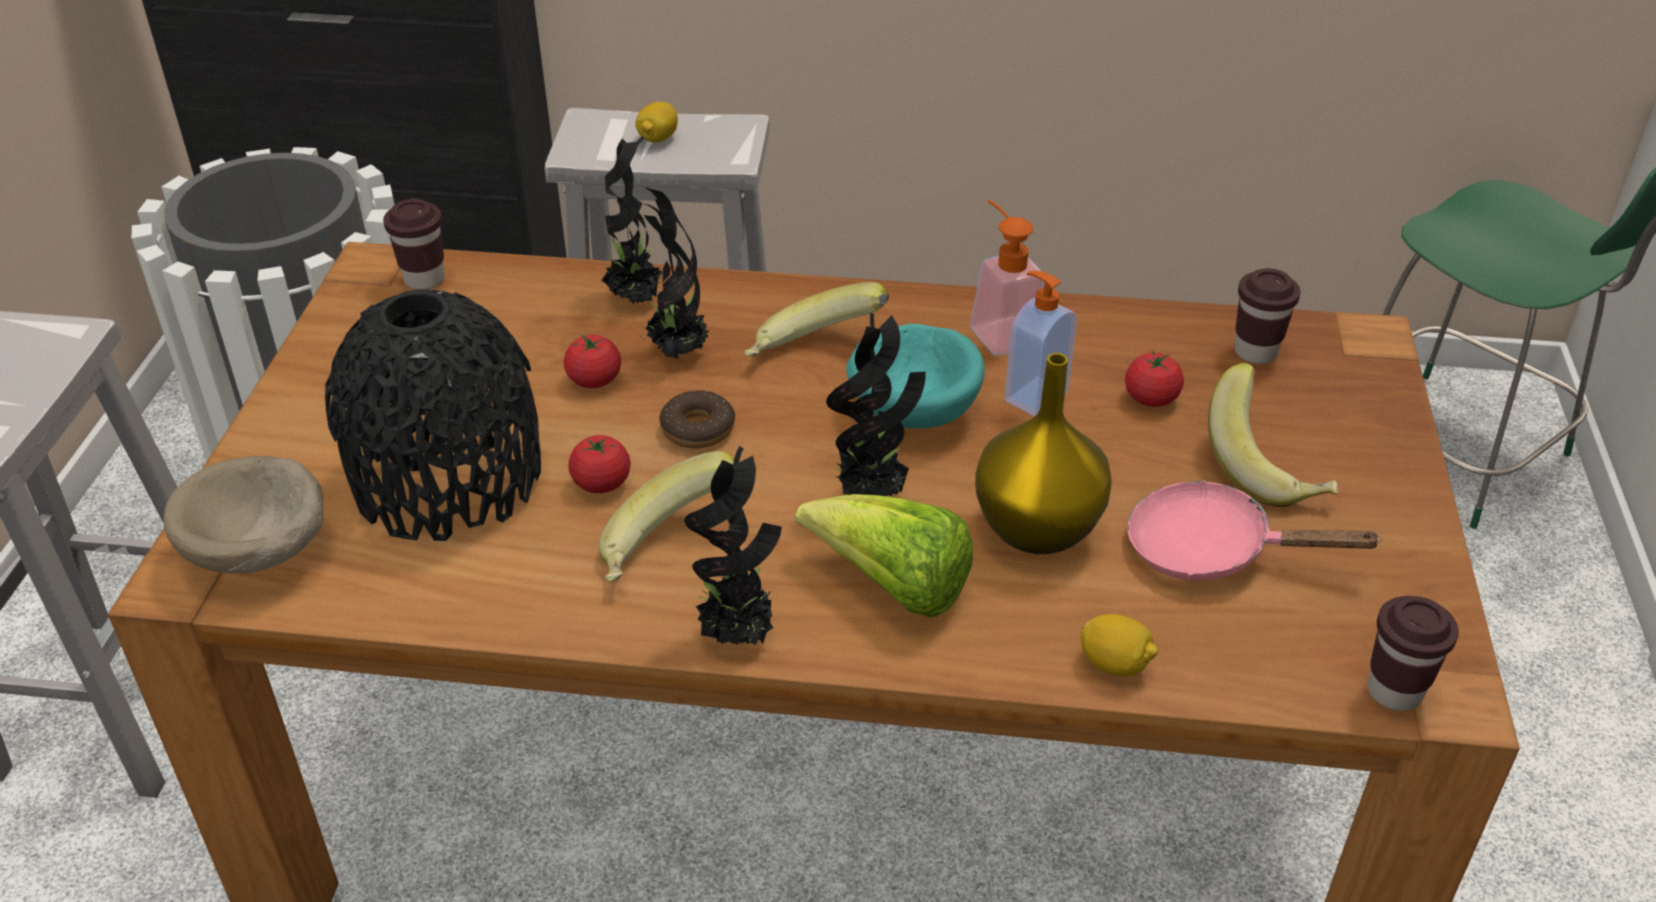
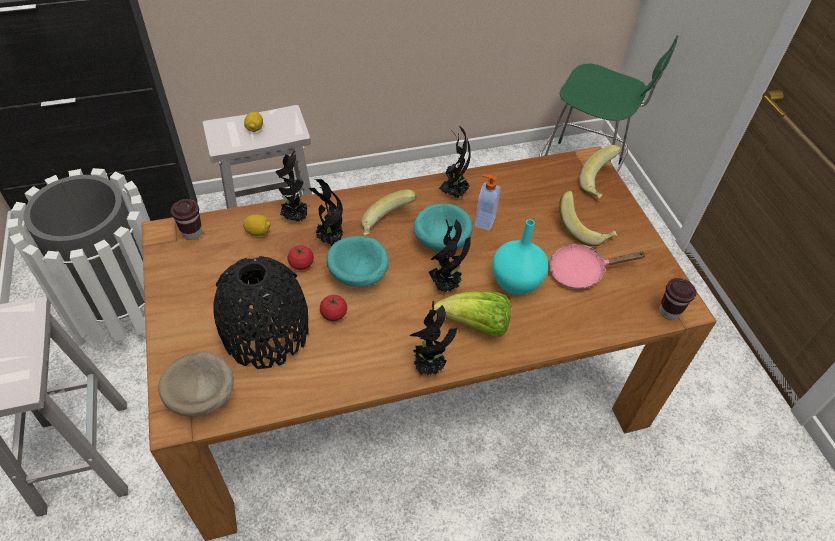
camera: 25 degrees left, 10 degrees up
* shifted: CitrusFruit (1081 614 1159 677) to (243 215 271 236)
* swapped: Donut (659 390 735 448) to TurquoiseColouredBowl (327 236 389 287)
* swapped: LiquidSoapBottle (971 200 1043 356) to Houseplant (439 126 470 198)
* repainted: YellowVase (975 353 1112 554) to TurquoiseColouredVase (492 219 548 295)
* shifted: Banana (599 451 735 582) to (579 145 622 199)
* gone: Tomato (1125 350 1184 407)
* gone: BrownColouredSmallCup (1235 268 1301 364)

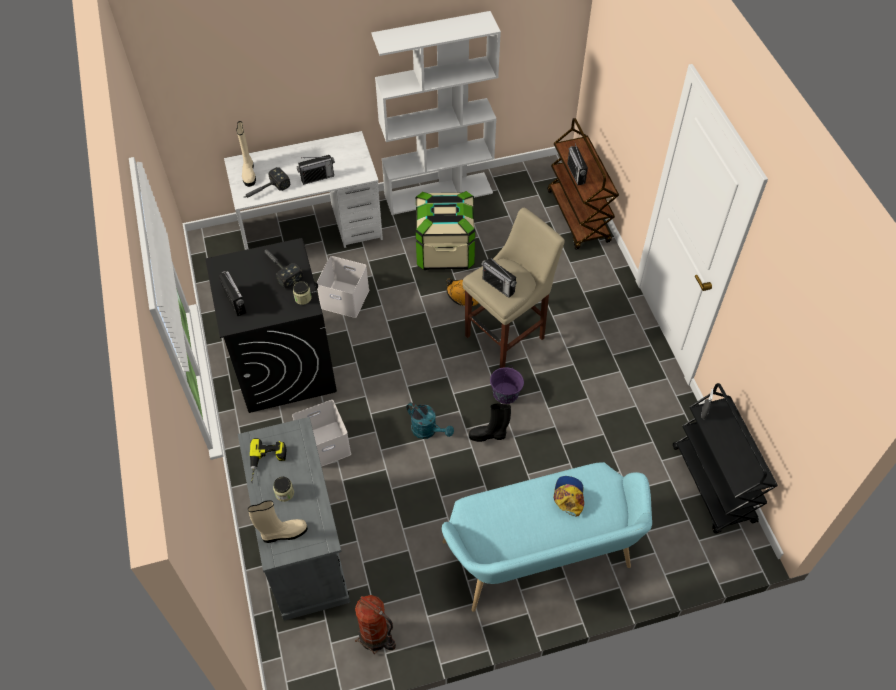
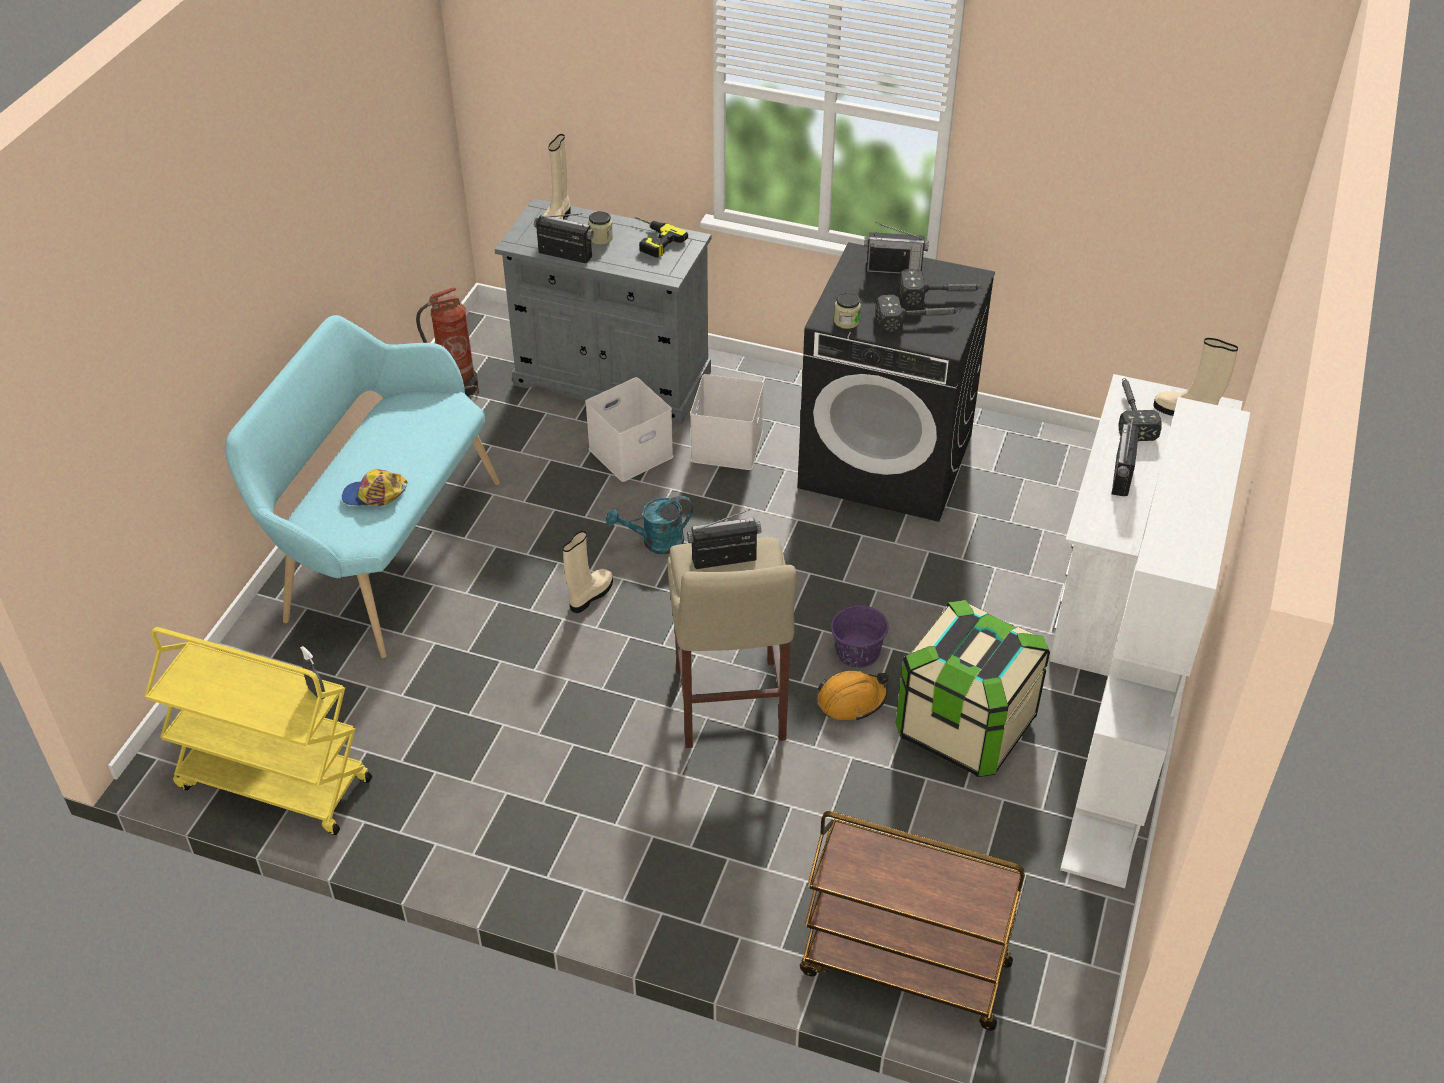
camera: 125 degrees right, 10 degrees down
* repainted: BlackCart (673 383 778 534) to YellowCart (144 627 372 835)
* rotated: PeakedCap (553 476 584 517) = (342 469 407 506) 135 degrees clockwise
* shifted: RadioSet (567 144 588 185) to (534 213 594 263)
* repainted: BlackTallBoot (469 403 511 442) to BeigeColouredTallBoot (563 531 613 613)
* shifted: WhiteStorageContainer (316 256 369 318) to (585 377 673 482)
* shifted: PurplishWaterBucket (490 365 524 404) to (831 599 889 668)
* new: Hammer (899 269 983 307)

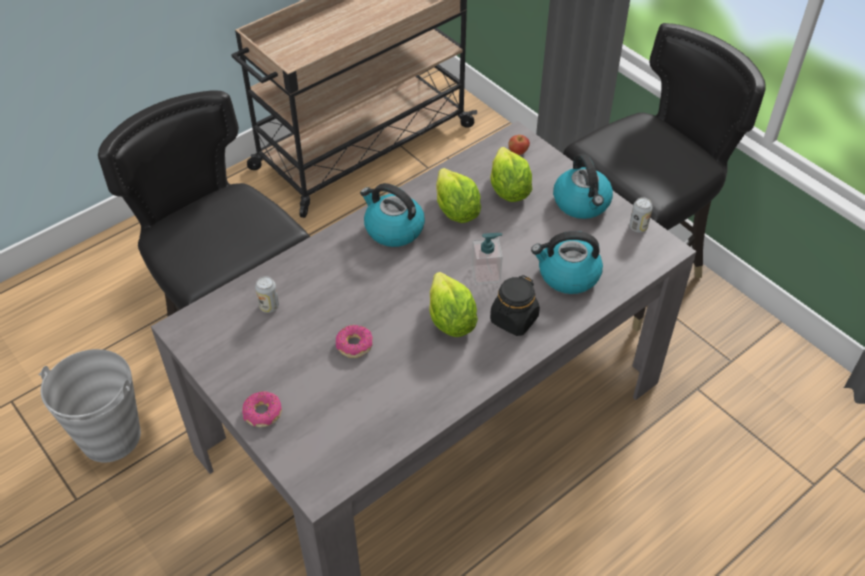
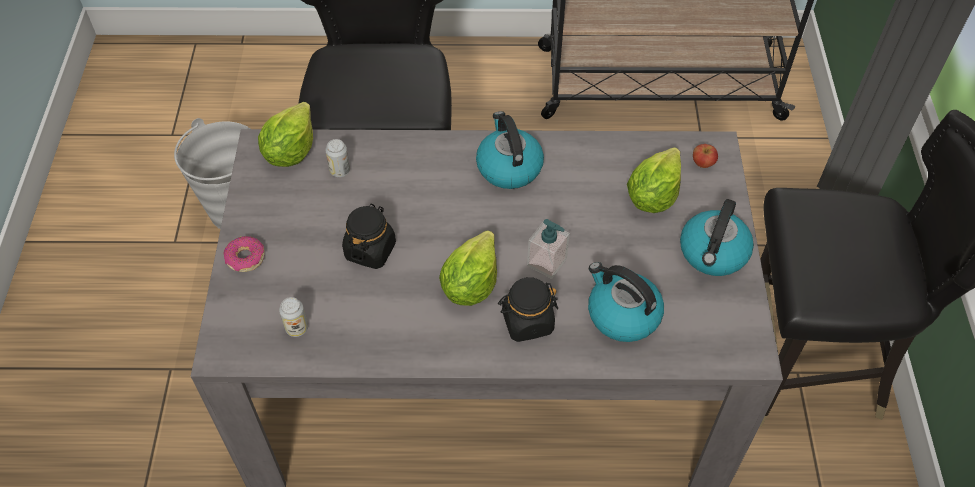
camera: 40 degrees right, 5 degrees up
* shifted: Lettuce (436 168 481 223) to (258 102 313 167)
* shifted: MetalCan (629 197 653 233) to (279 297 308 337)
* swapped: Donut (336 325 373 358) to BlackJar (342 204 396 269)

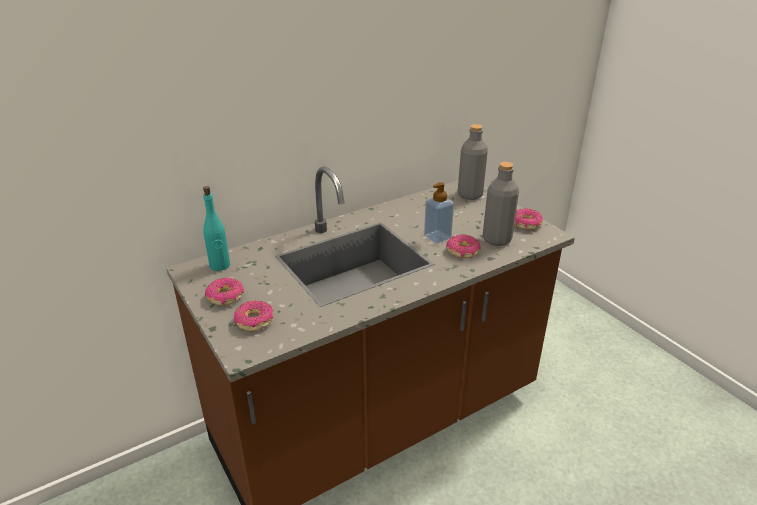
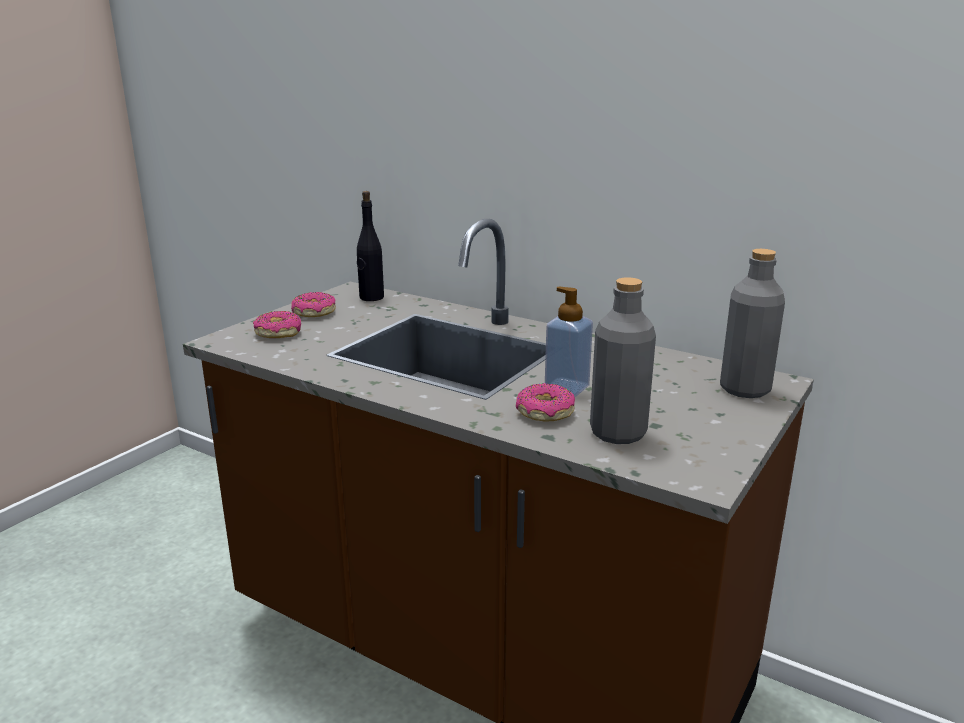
camera: 65 degrees right, 10 degrees down
* repainted: TurquoiseColouredDrinkBottle (203 186 230 271) to BlackDrinkBottle (357 191 384 301)
* gone: Donut (514 208 543 229)

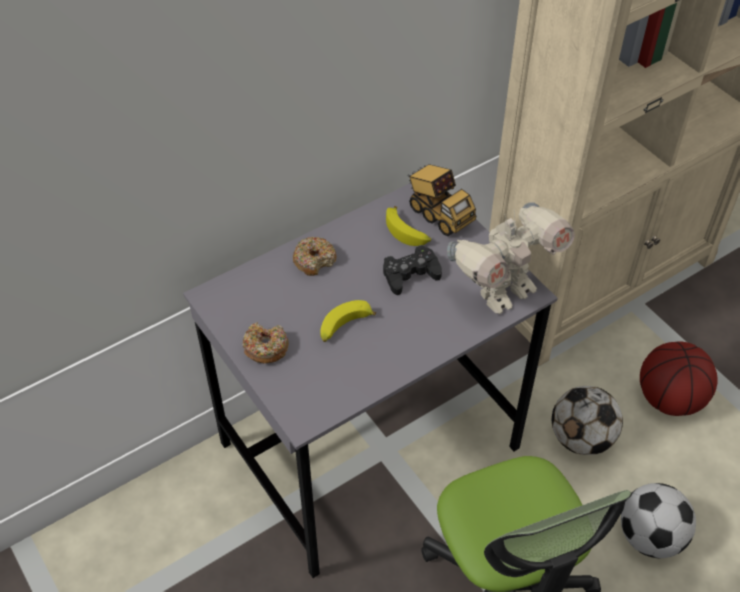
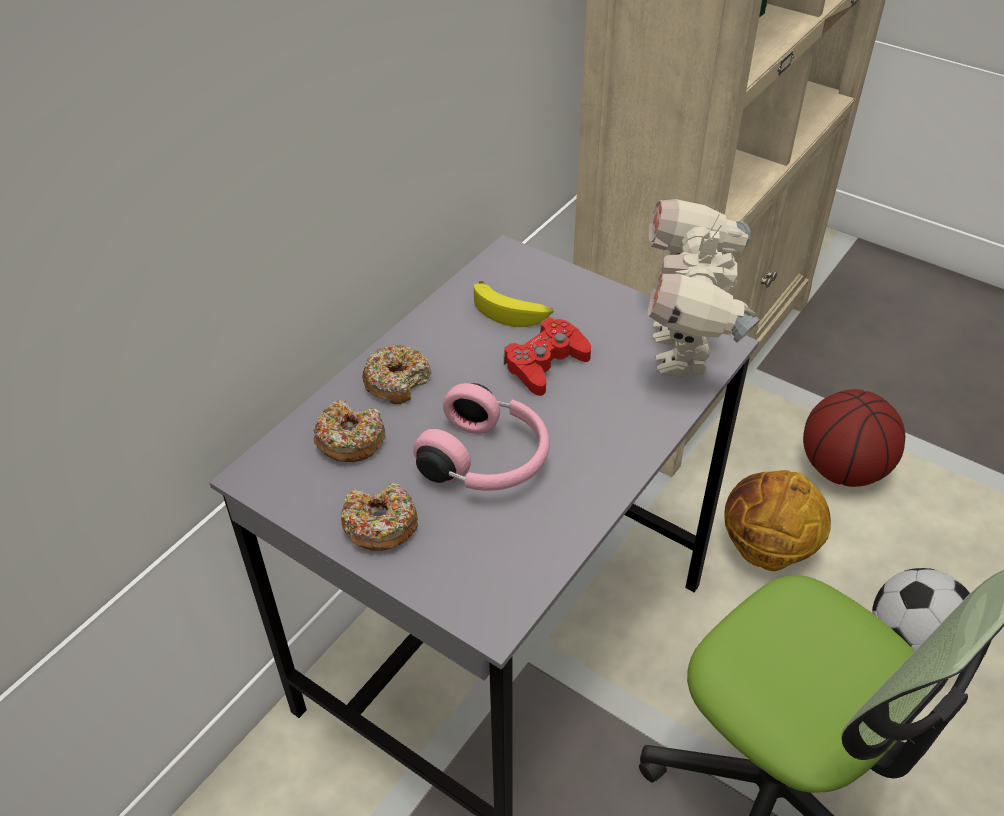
camera: 20 degrees left, 5 degrees down
* new: Donut (313 399 385 462)
* swapped: Banana (320 300 376 342) to PinkHeadset (413 383 550 491)
* repainted: BlackJoypad (383 245 442 295) to RedJoypad (504 318 591 396)
* rotated: ModelRobot (447 202 575 314) = (648 199 760 377) 150 degrees clockwise
* swapped: FootballBall (552 386 623 455) to Basketball (724 470 831 571)
* gone: ToyLorry (408 164 476 236)

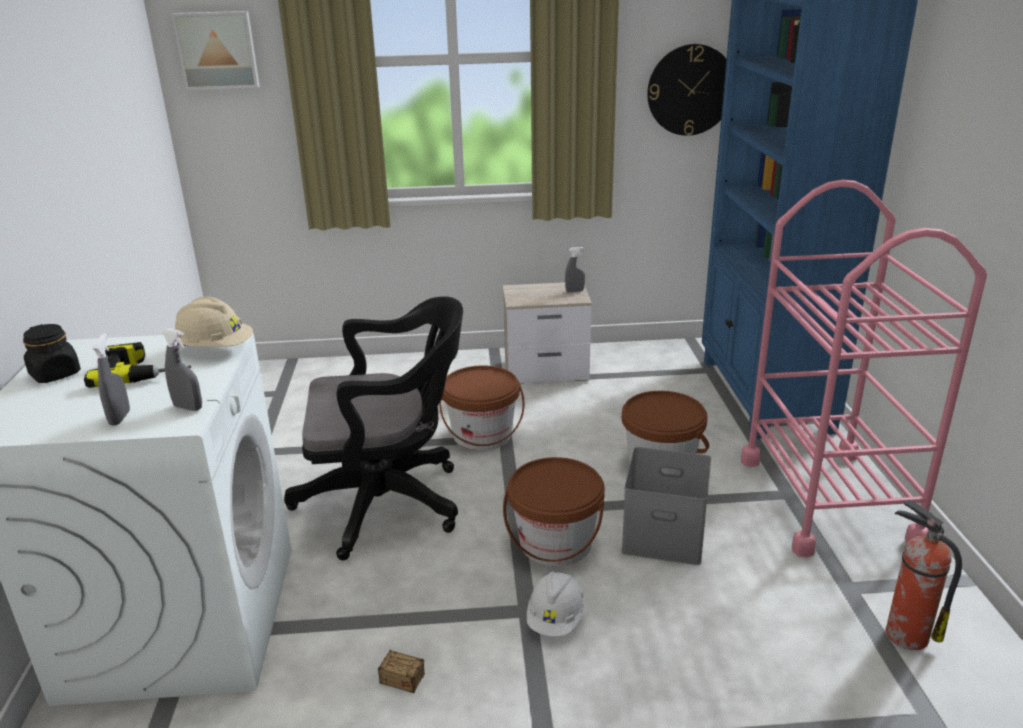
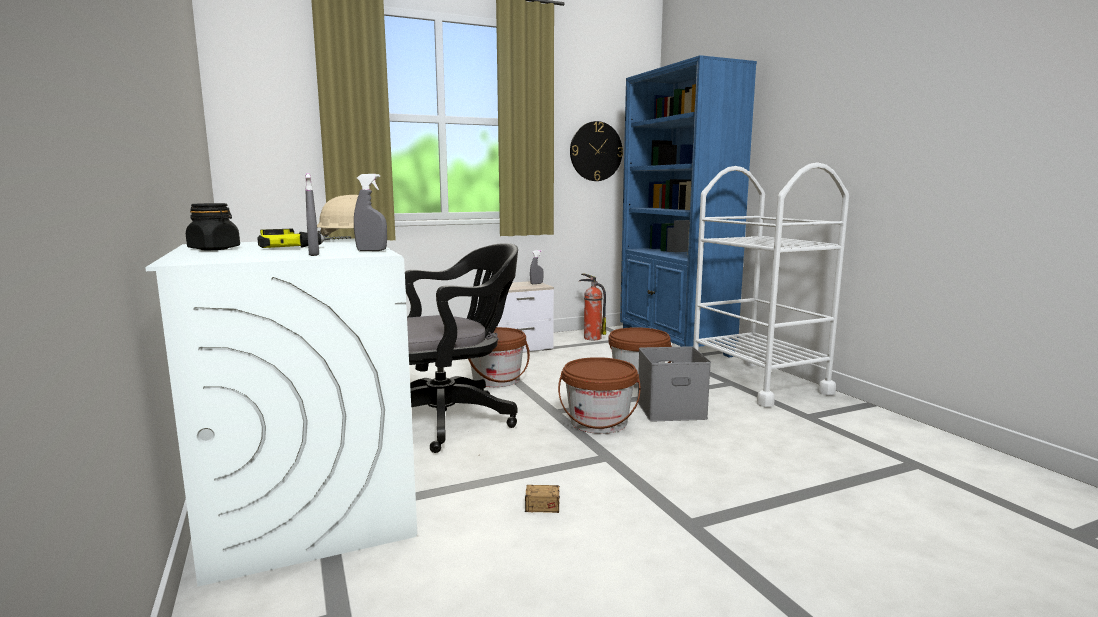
camera: 20 degrees left, 15 degrees down
* shifted: FireExtinguisher (886 499 962 650) to (579 273 606 340)
* repainted: PinkCart (741 180 987 558) to WhiteCart (693 162 849 408)
* gone: WallPicture (172 11 260 90)
* gone: WhiteSafetyHelmet (527 571 585 636)

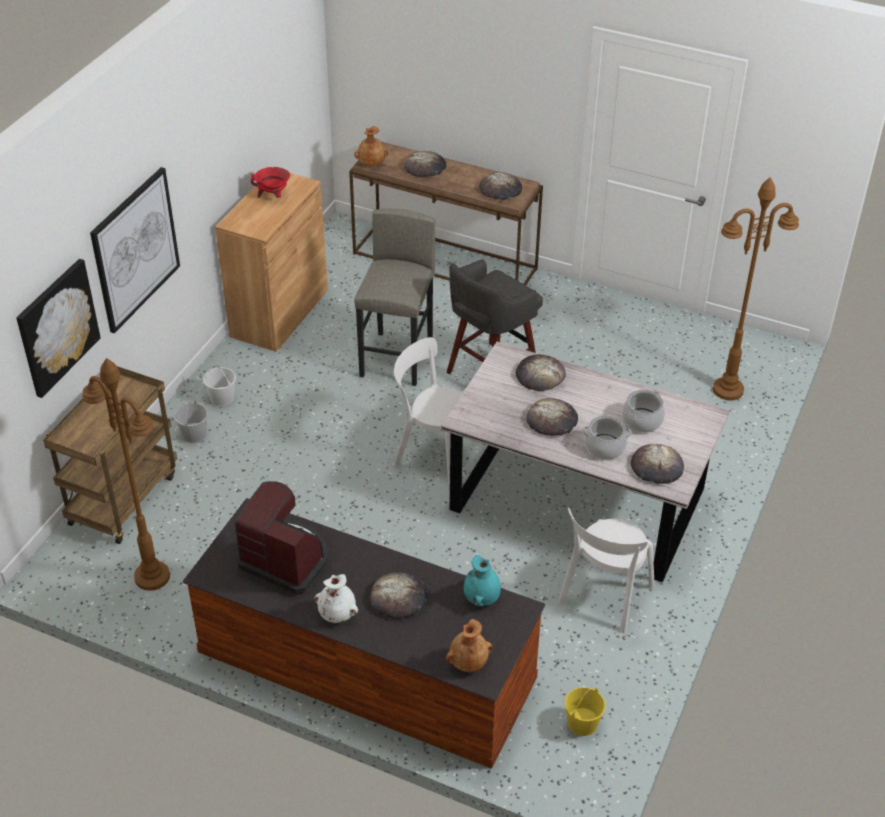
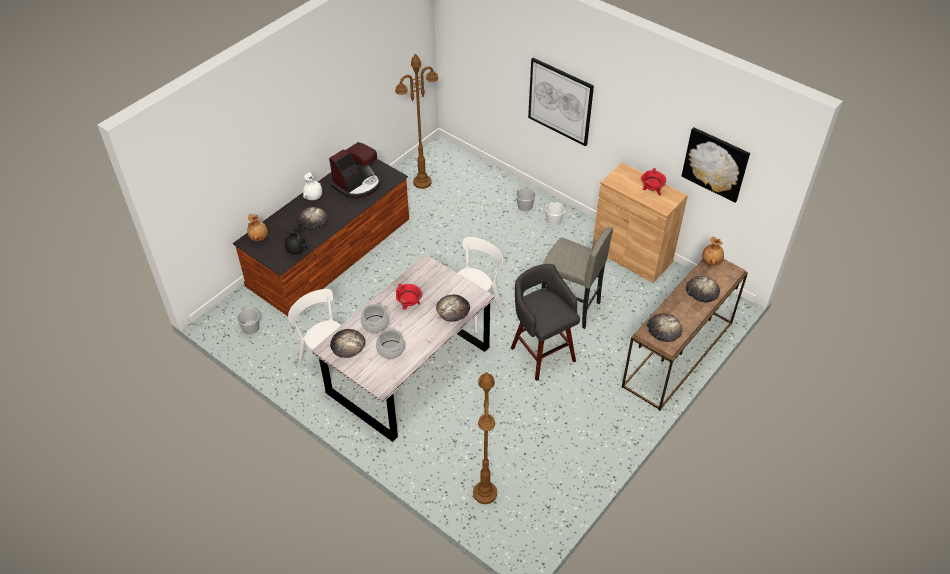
camera: 105 degrees right, 5 degrees up
* repainted: YellowWaterBucket (565 687 606 736) to WhiteWaterBucket (237 308 260 335)
* repainted: TurquoiseColouredVase (464 555 501 606) to BlackVase (284 226 307 255)
* swapped: Bread (526 398 578 436) to RedSaucepot (396 283 422 310)
* shifted: WallPicture (16 259 101 398) to (682 127 750 202)
* gone: BrownColouredCart (43 366 177 544)

